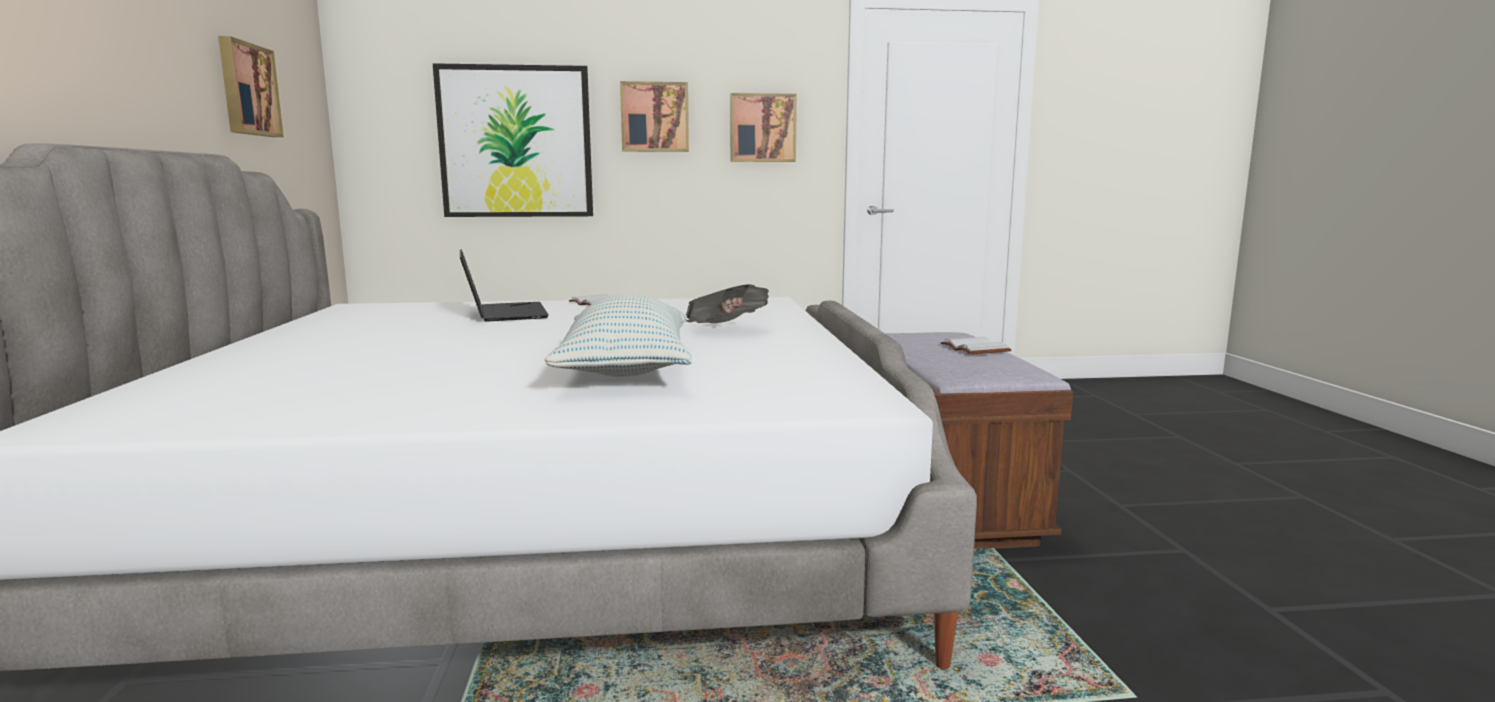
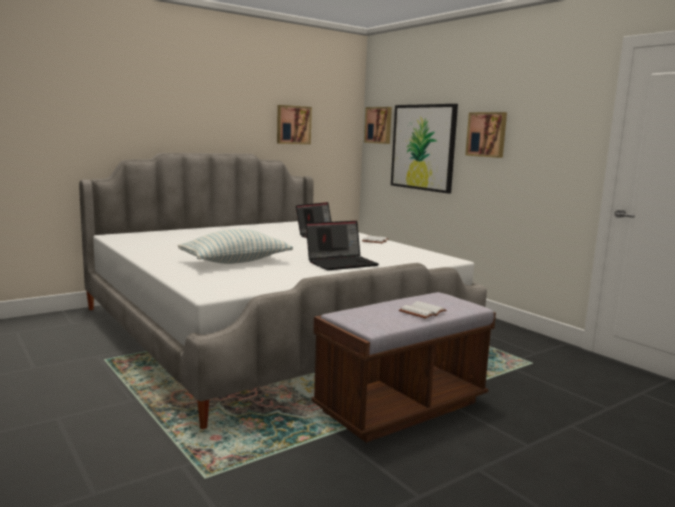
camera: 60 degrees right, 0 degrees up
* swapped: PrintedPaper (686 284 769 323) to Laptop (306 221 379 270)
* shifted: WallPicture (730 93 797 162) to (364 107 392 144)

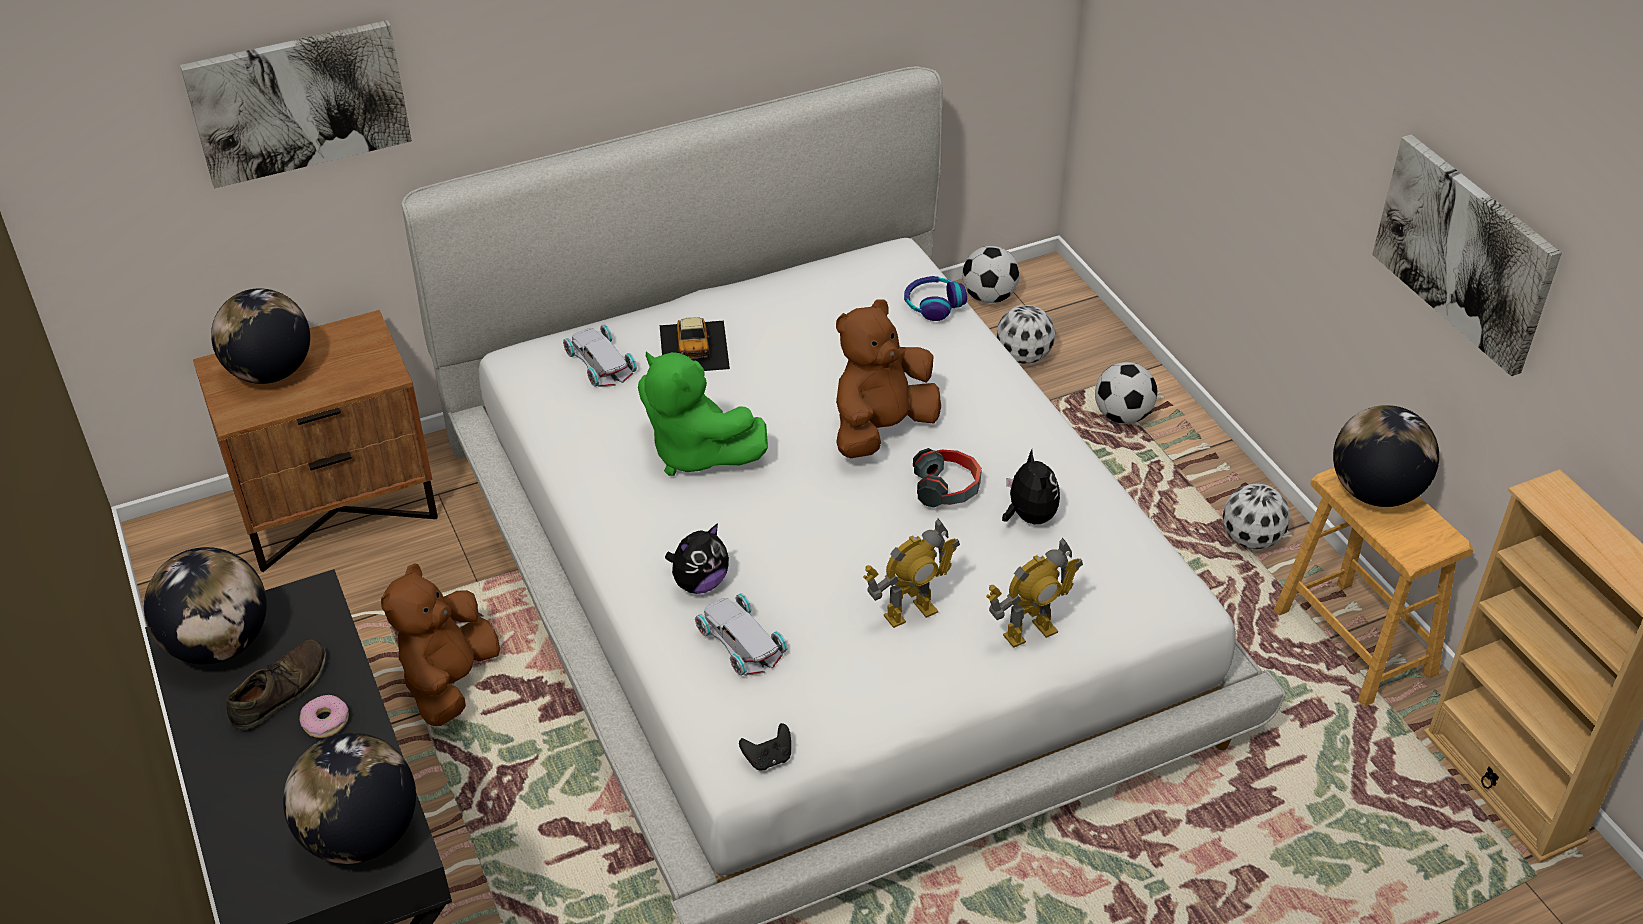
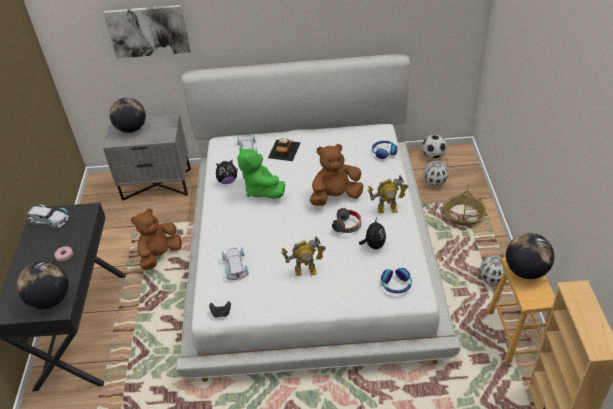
camera: 25 degrees right, 0 degrees up
* swapped: Globe (144 547 267 664) to WhiteModelCar (27 204 69 229)
* repainted: BrownColouredNightTable (193 310 438 572) to GreyNightTable (103 114 191 201)
* shifted: CuddlyToy (665 523 729 594) to (216 160 238 184)
* shifted: ModelRobot (986 538 1083 648) to (368 175 409 213)
* new: Headset (381 268 412 293)
* swapped: FootballBall (1095 362 1158 424) to Basket (444 184 486 226)
* gone: BrownColouredLowShoe (226 639 326 730)
* gone: WallPicture (1372 134 1562 376)

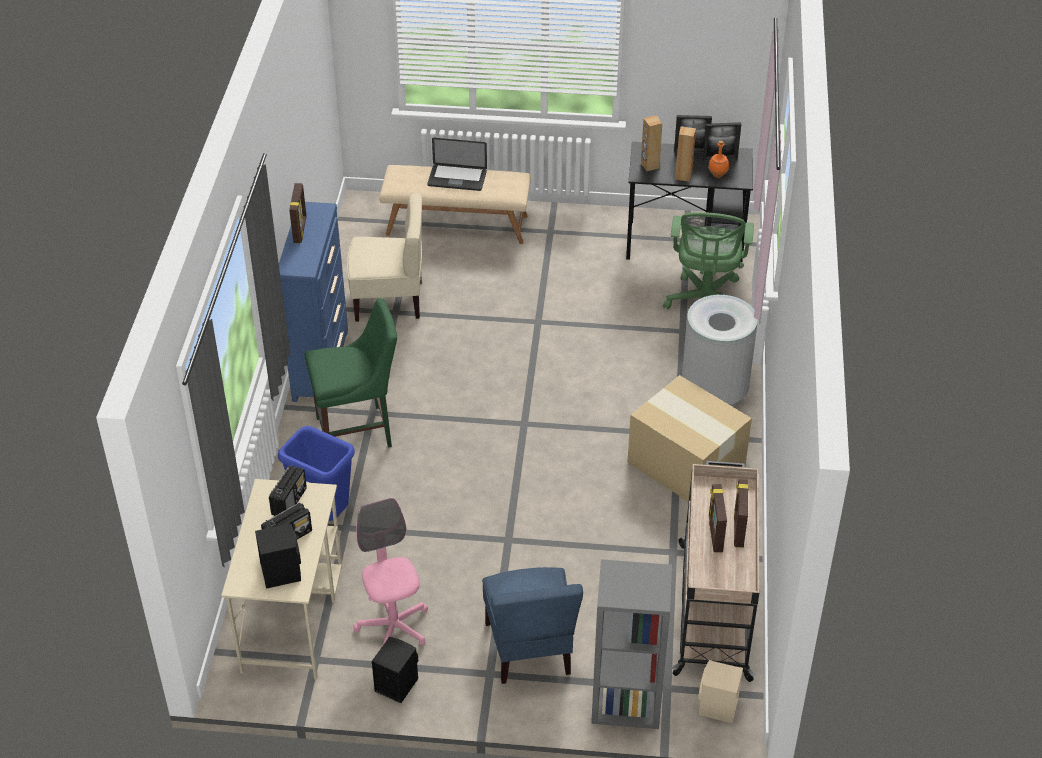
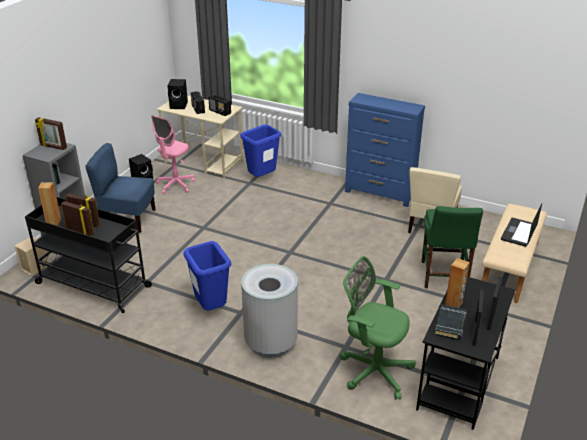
camera: 110 degrees right, 10 degrees down
* repainted: BeigeColouredCart (671 461 760 682) to BlackCart (25 197 152 313)
* shifted: PictureFrame (289 183 307 243) to (35 117 67 150)
* shifted: BrownColouredLoudspeaker (641 115 662 171) to (38 182 61 225)
* rotated: PinkOfficeChair (354 498 428 652) = (151 115 195 195) 120 degrees clockwise
* swapped: PackingBox (627 375 752 502) to BluishWasteBin (183 241 231 310)
* shifted: GreenPlainChair (304 298 397 448) to (422 206 483 288)
* swapped: OrangeColouredDrinkBottle (708 141 729 178) to BlackVolume (434 304 467 340)

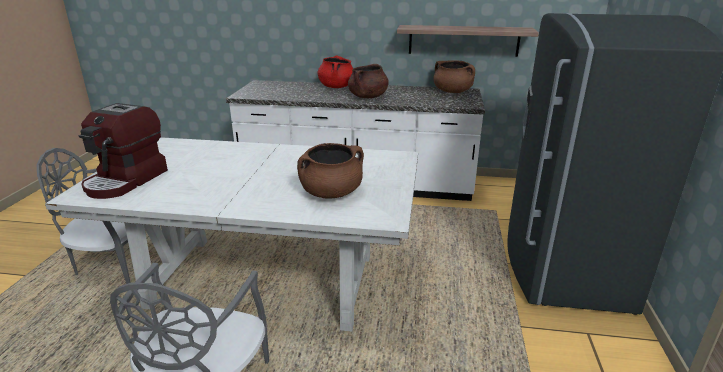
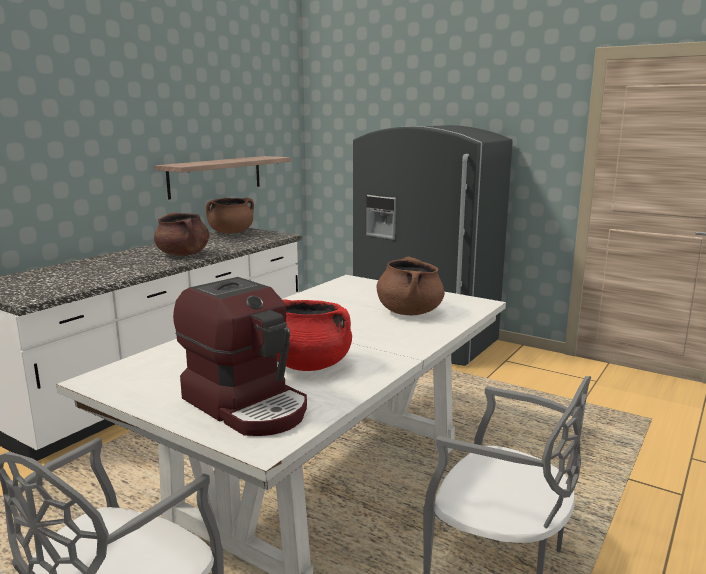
camera: 65 degrees left, 10 degrees down
* shifted: RedSaucepot (318 56 353 88) to (277 299 352 371)

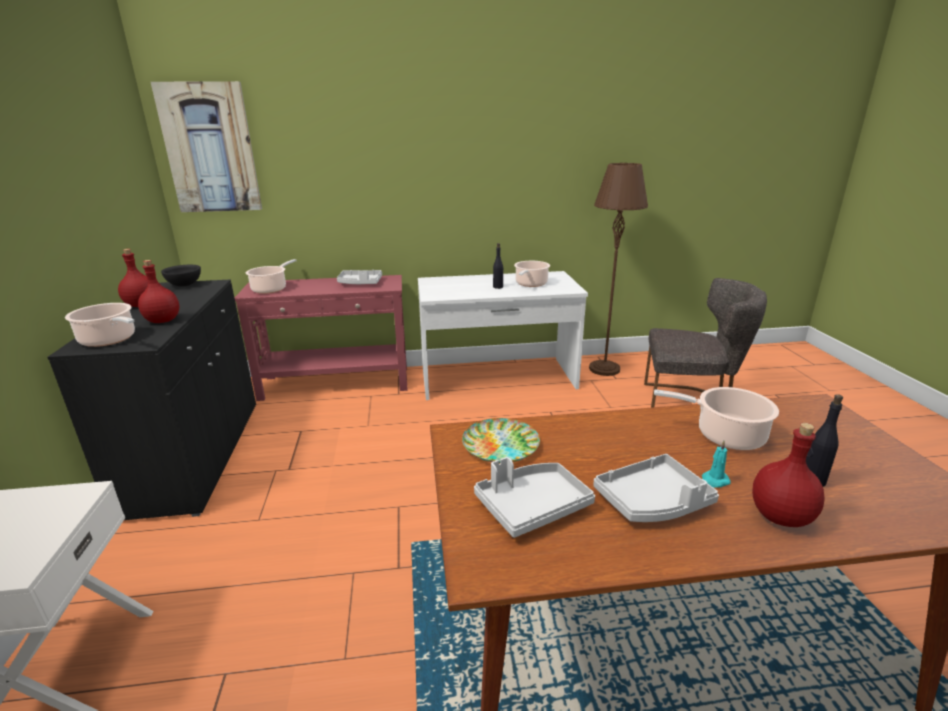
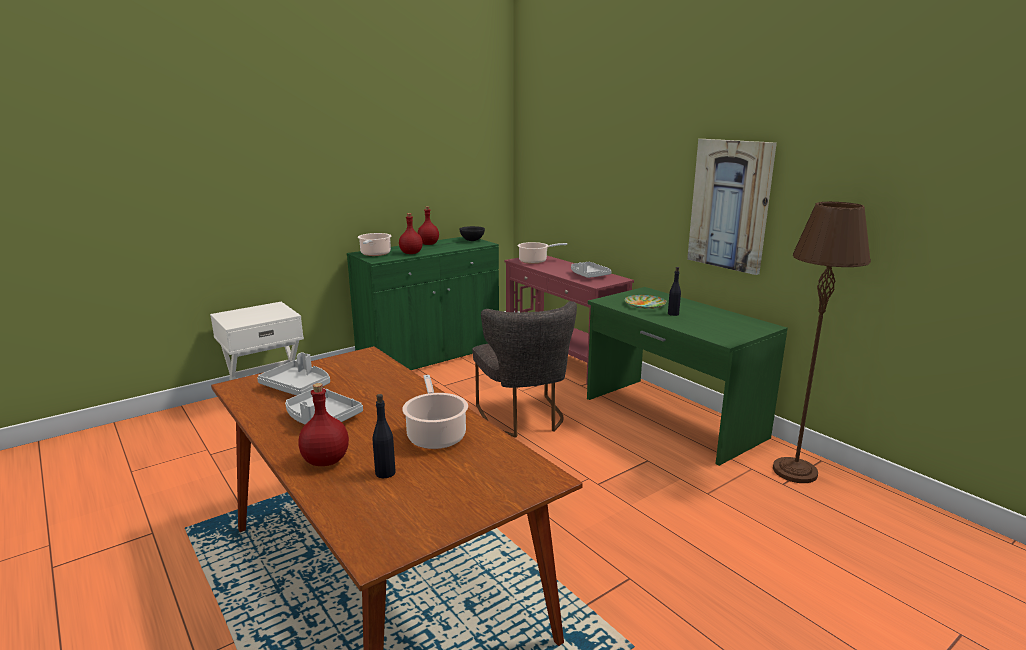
camera: 60 degrees right, 5 degrees down
* repainted: BlackCabinet (48 279 256 520) to GreenCabinet (347 237 499 370)
* shifted: GreyPlainChair (644 278 767 408) to (472 301 577 438)
* repainted: WhiteDesk (418 271 588 400) to GreenDesk (587 287 788 466)
* shifted: Plate (462 418 540 463) to (625 295 667 309)
* shifted: WallPicture (151 81 262 212) to (687 139 777 275)
* gone: Saucepot (514 261 550 287)
* gone: TurquoiseColouredWaxCandle (702 441 731 488)

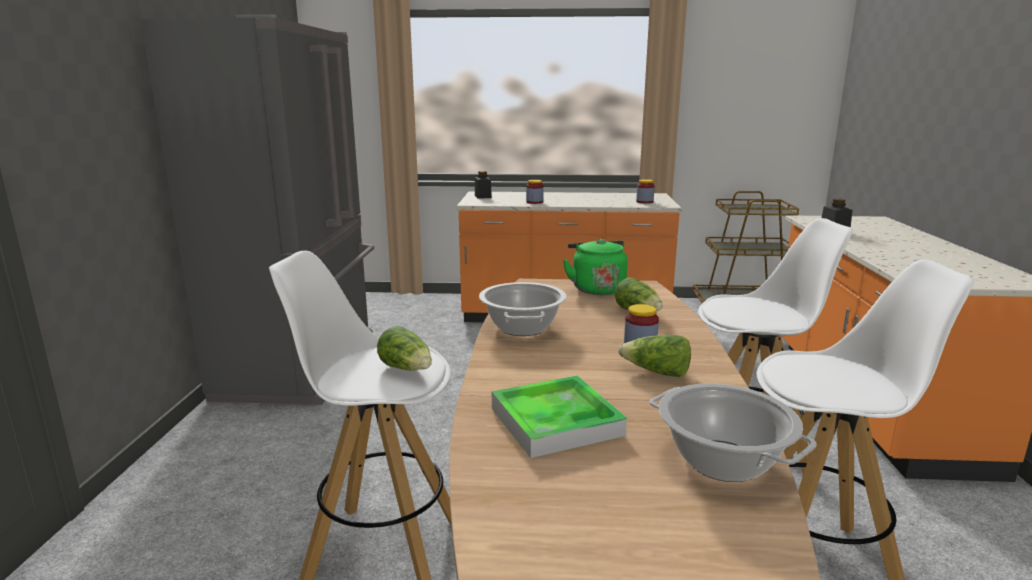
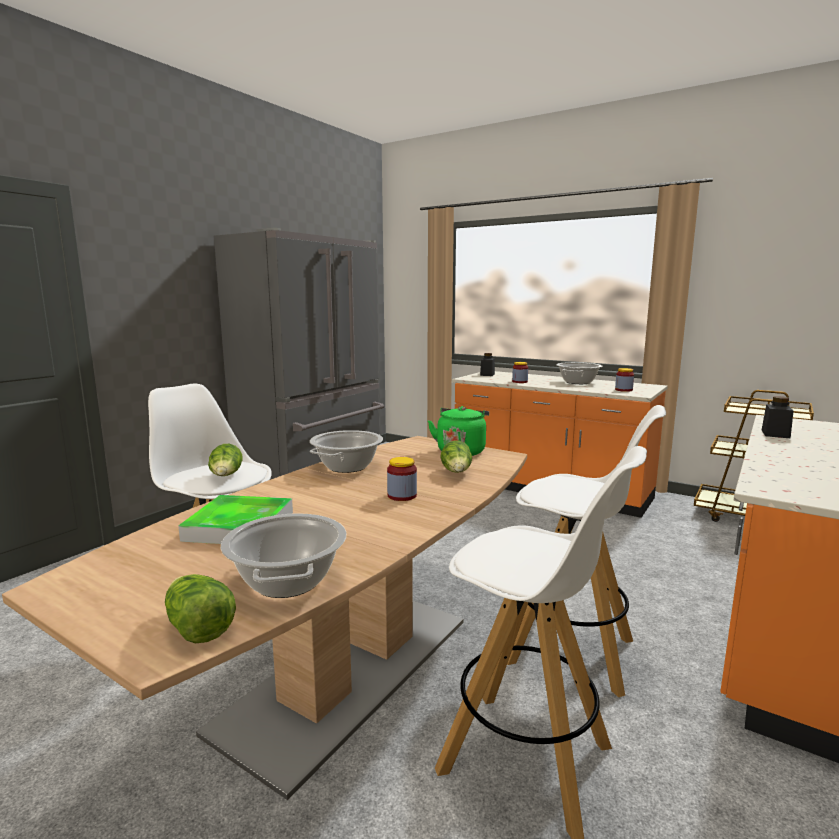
camera: 30 degrees right, 5 degrees down
* shifted: Lettuce (618 335 691 377) to (165 574 236 643)
* new: Saucepot (556 362 602 384)

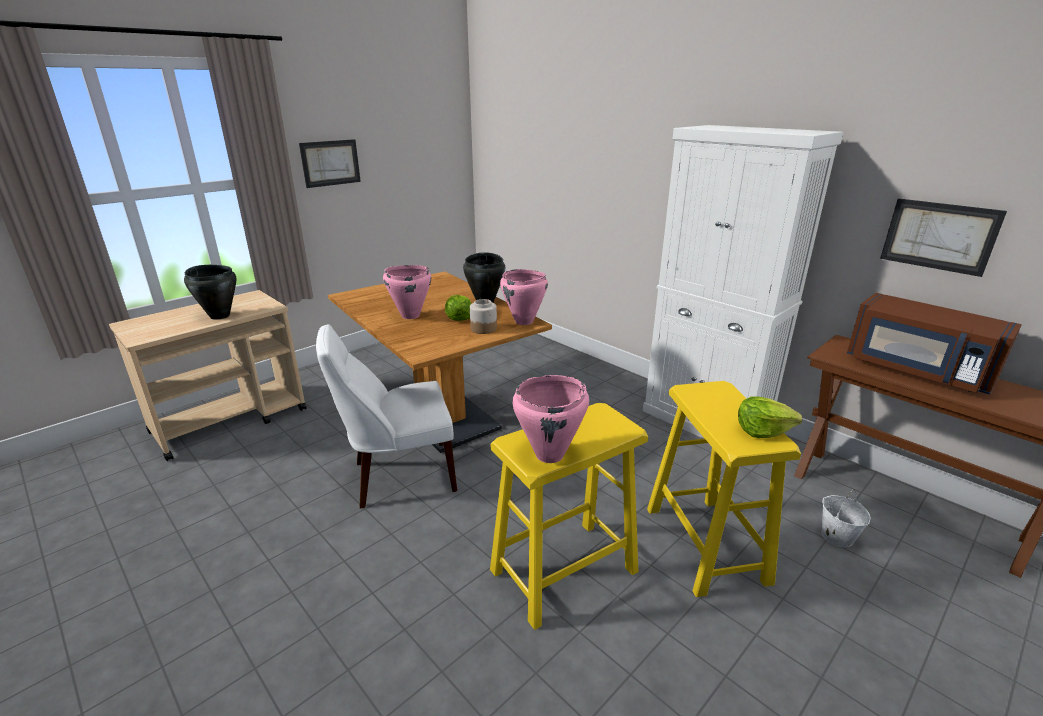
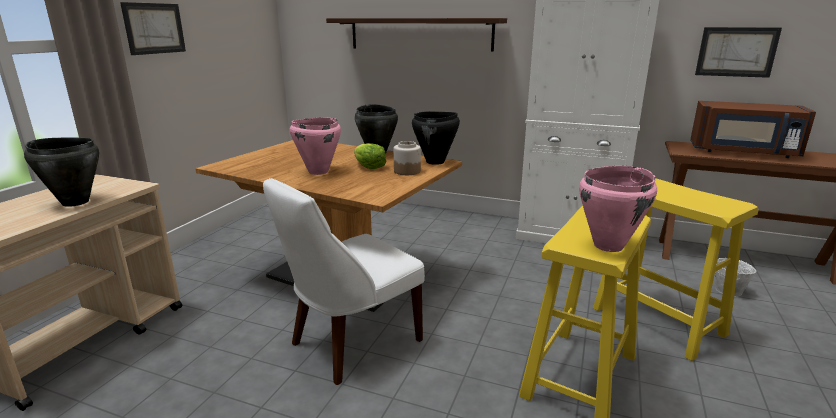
camera: 25 degrees left, 5 degrees down
* new: Shelf (326 18 507 52)
* repainted: PinkSaucepot (500 269 548 325) to BlackSaucepot (412 111 460 165)
* gone: Lettuce (738 397 802 438)

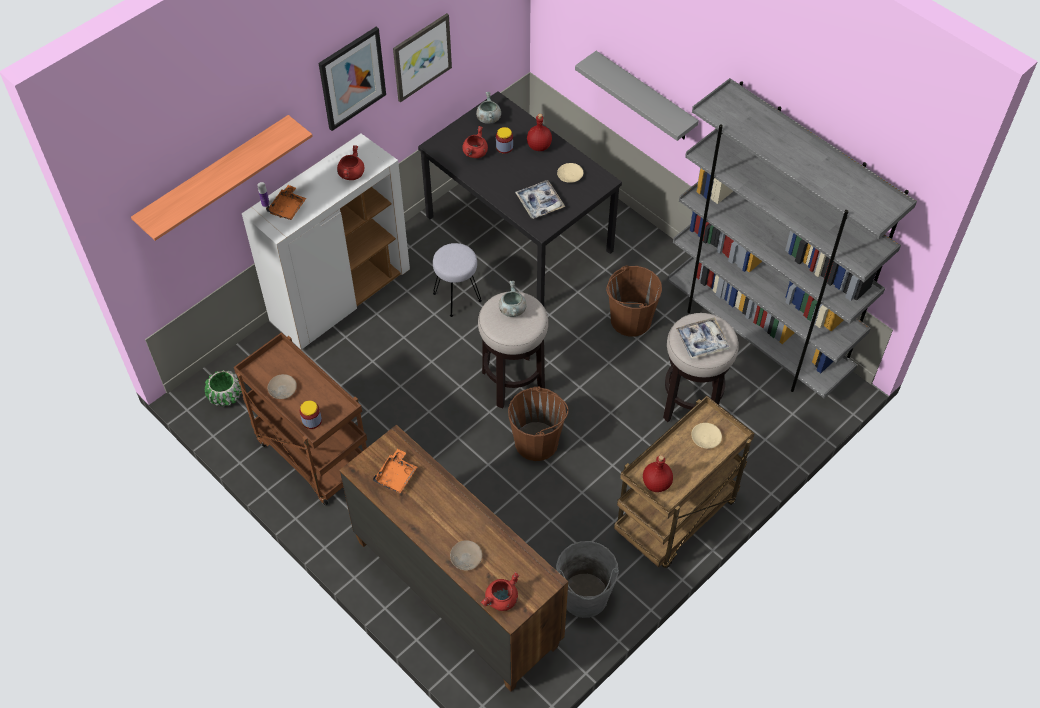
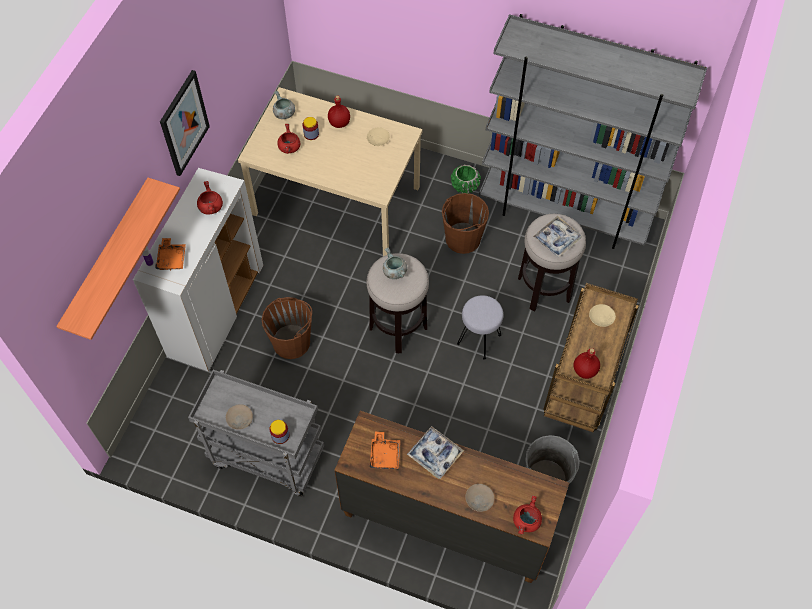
camera: 25 degrees left, 5 degrees up
* repainted: BrownColouredCart (234 332 367 506) to GreyCart (188 370 324 497)
* repainted: BlackDiningTable (418 91 622 306) to BeigeColouredDiningTable (238 87 423 256)
* shifted: BrownColouredWaterBucket (508 386 569 461) to (262 297 312 359)
* shifted: CarryingTray (515 180 565 219) to (407 426 464 479)
* shifted: GreenPlantPot (204 370 242 407) to (451 164 481 193)
* shifted: GreyStoolSeat (433 243 482 317) to (457 295 503 360)
* gone: WallPicture (393 13 452 102)
* gone: GreyShelf (575 51 699 141)

